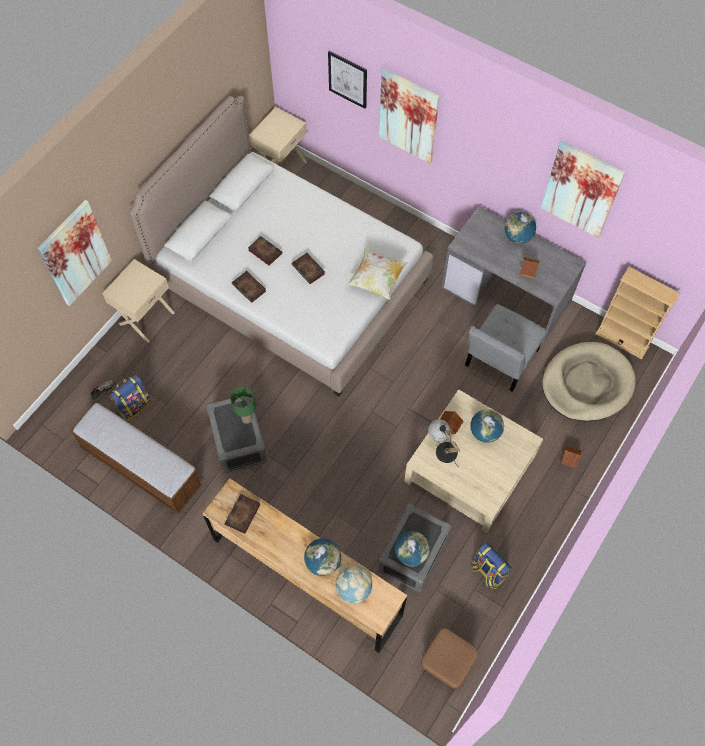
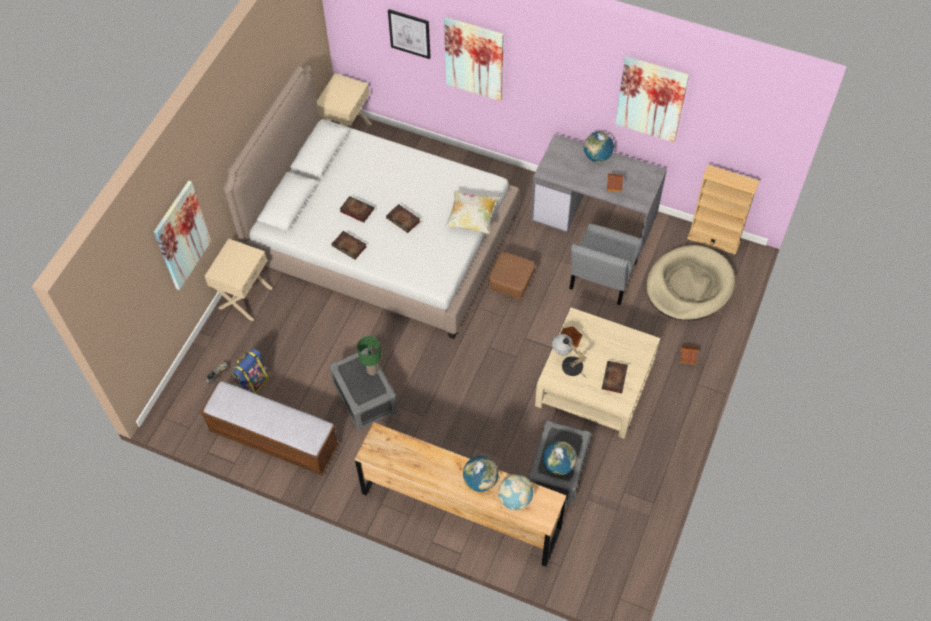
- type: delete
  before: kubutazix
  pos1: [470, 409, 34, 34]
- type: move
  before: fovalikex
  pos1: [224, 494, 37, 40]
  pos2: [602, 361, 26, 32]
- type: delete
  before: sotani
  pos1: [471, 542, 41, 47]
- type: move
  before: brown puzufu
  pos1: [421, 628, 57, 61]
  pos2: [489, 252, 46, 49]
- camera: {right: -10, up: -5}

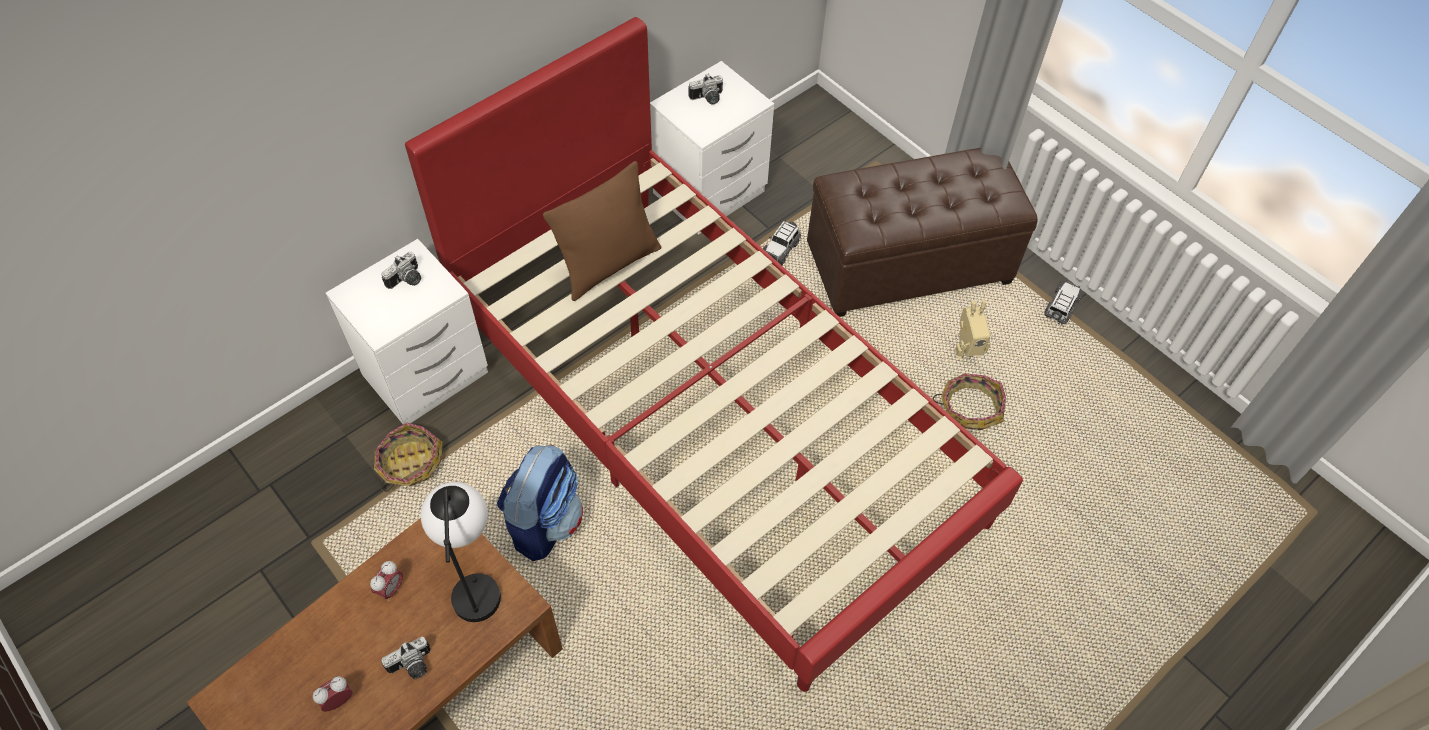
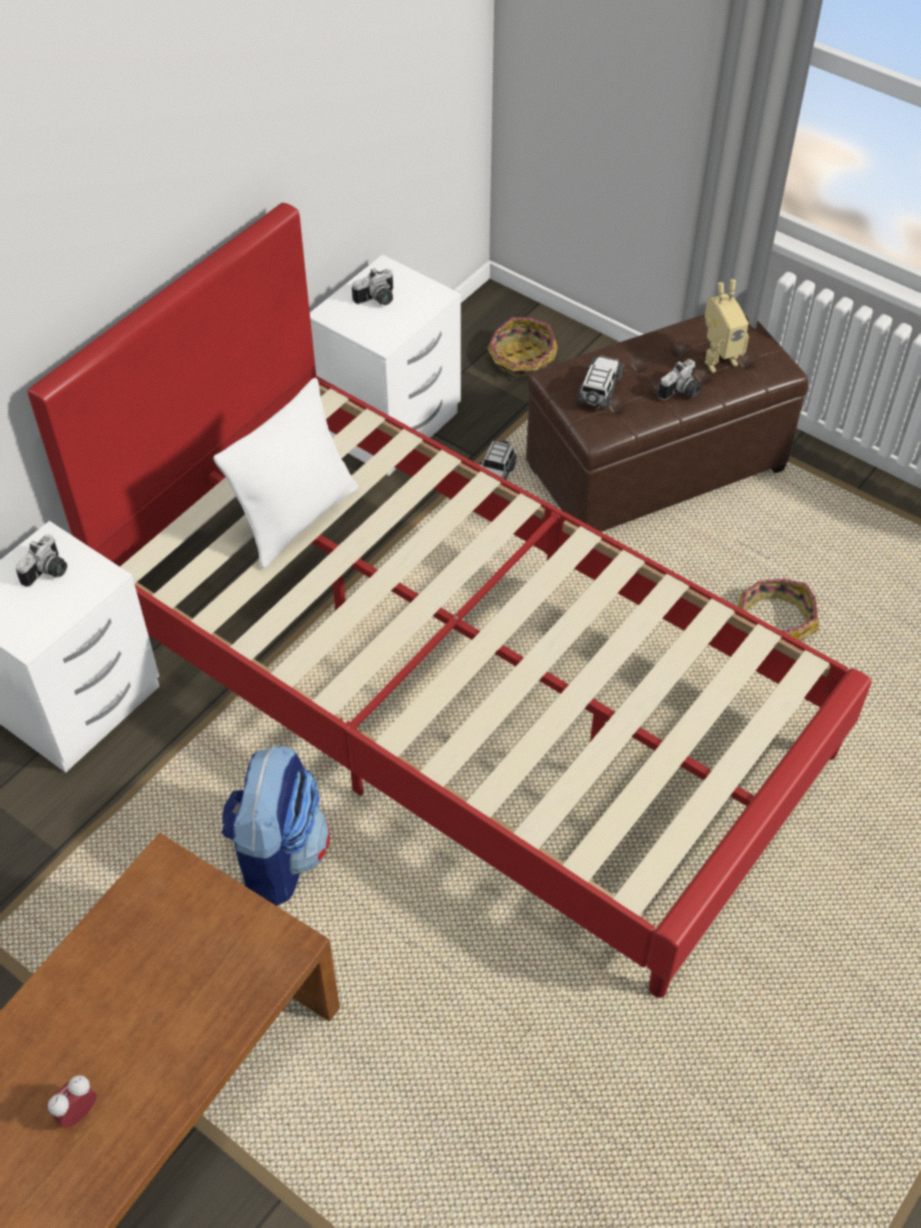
- type: recolor
  before: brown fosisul
  after: white fosisul
  pos1: [543, 161, 118, 140]
  pos2: [214, 378, 144, 191]
- type: move
  before: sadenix
  pos1: [1044, 281, 40, 43]
  pos2: [578, 355, 46, 54]
- type: move
  before: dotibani
  pos1: [955, 300, 35, 59]
  pos2: [705, 279, 44, 94]
- type: move
  before: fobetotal
  pos1: [374, 422, 69, 70]
  pos2: [487, 317, 71, 64]
- type: delete
  before: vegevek
  pos1: [421, 482, 80, 140]
- type: delete
  before: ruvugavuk
  pos1: [370, 561, 33, 40]
- type: move
  before: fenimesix
  pos1: [381, 637, 49, 42]
  pos2: [658, 359, 44, 41]
- camera: {right: -10, up: -5}

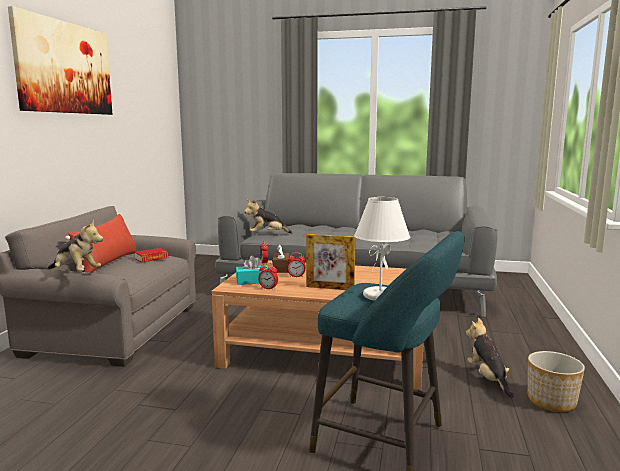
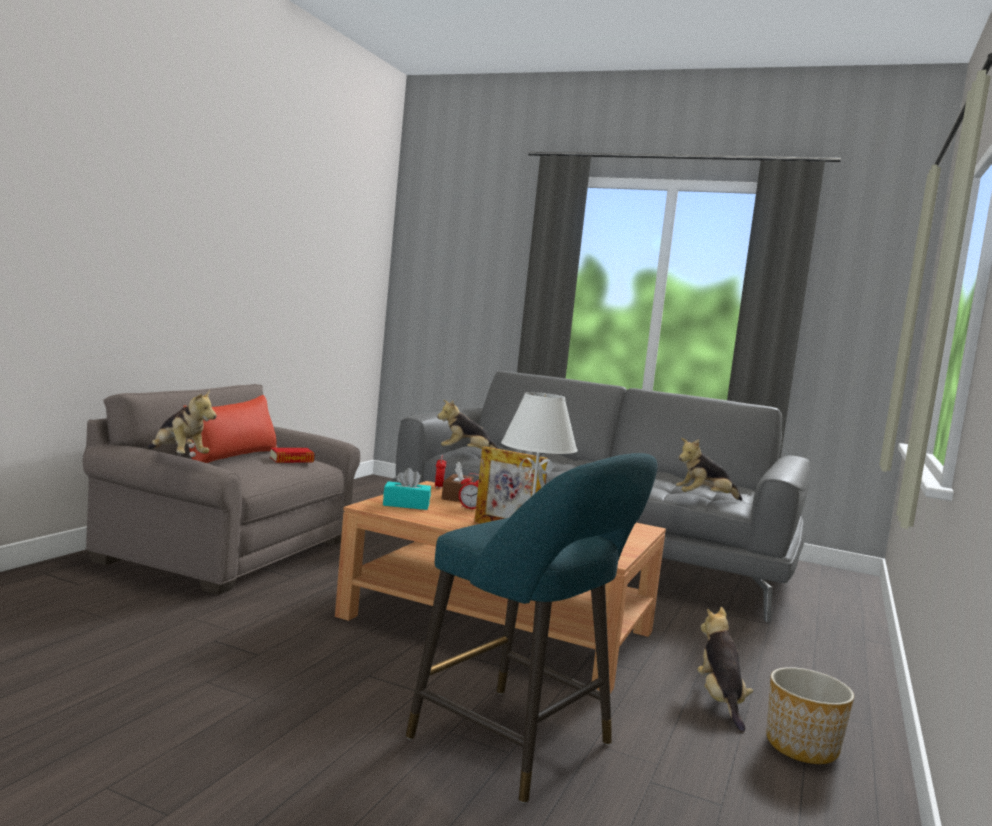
- type: delete
  before: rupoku
  pos1: [8, 6, 104, 109]
- type: delete
  before: ruvugavuk
  pos1: [258, 262, 20, 28]
- type: insert
  after: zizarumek
  pos2: [676, 438, 66, 63]
- camera: {right: 10, up: -5}

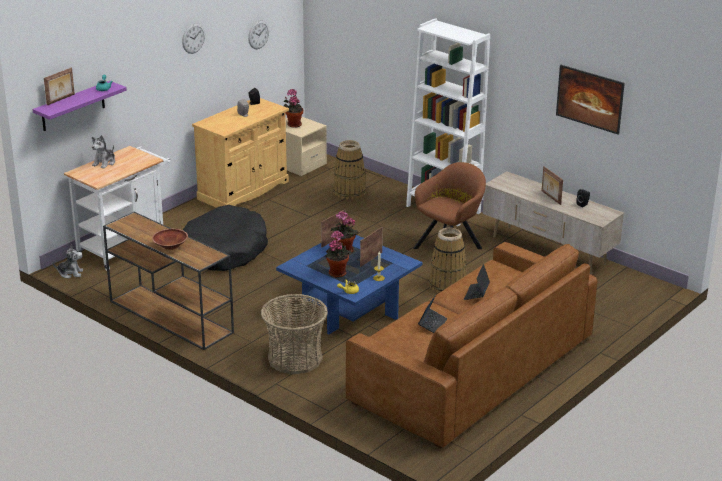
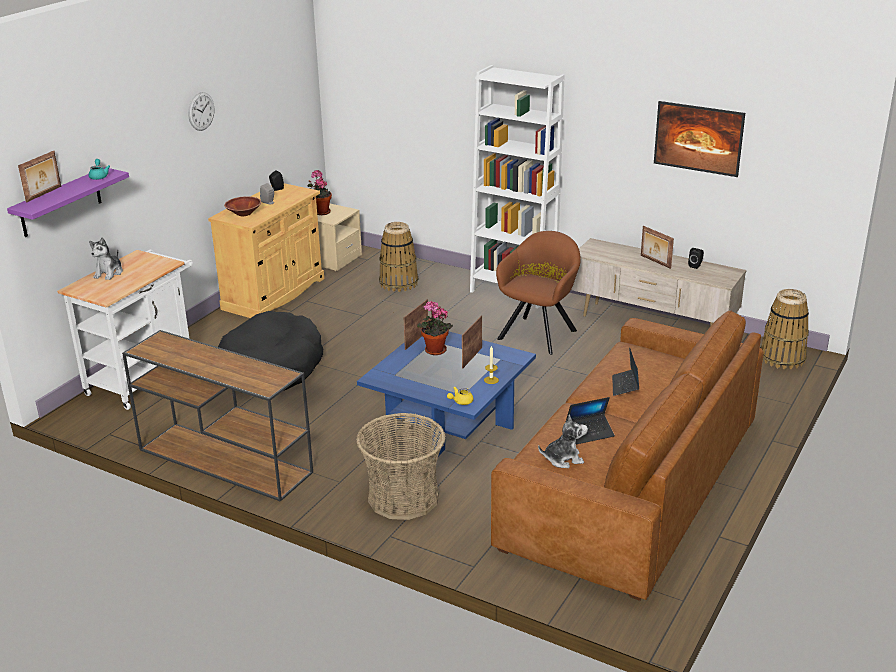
- type: delete
  before: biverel
  pos1: [248, 20, 21, 29]
- type: move
  before: fobetotal
  pos1: [429, 228, 37, 65]
  pos2: [761, 289, 48, 80]
- type: move
  before: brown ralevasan
  pos1: [152, 229, 36, 21]
  pos2: [224, 196, 37, 20]
- type: delete
  before: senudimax
  pos1: [325, 231, 26, 47]
- type: move
  before: zizarumek
  pos1: [53, 245, 30, 34]
  pos2: [538, 414, 50, 54]
- type: rotate
  before: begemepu
  pos1: [418, 293, 29, 40]
  pos2: [565, 397, 50, 47]
  turn: 60
- camera: {right: -10, up: 0}

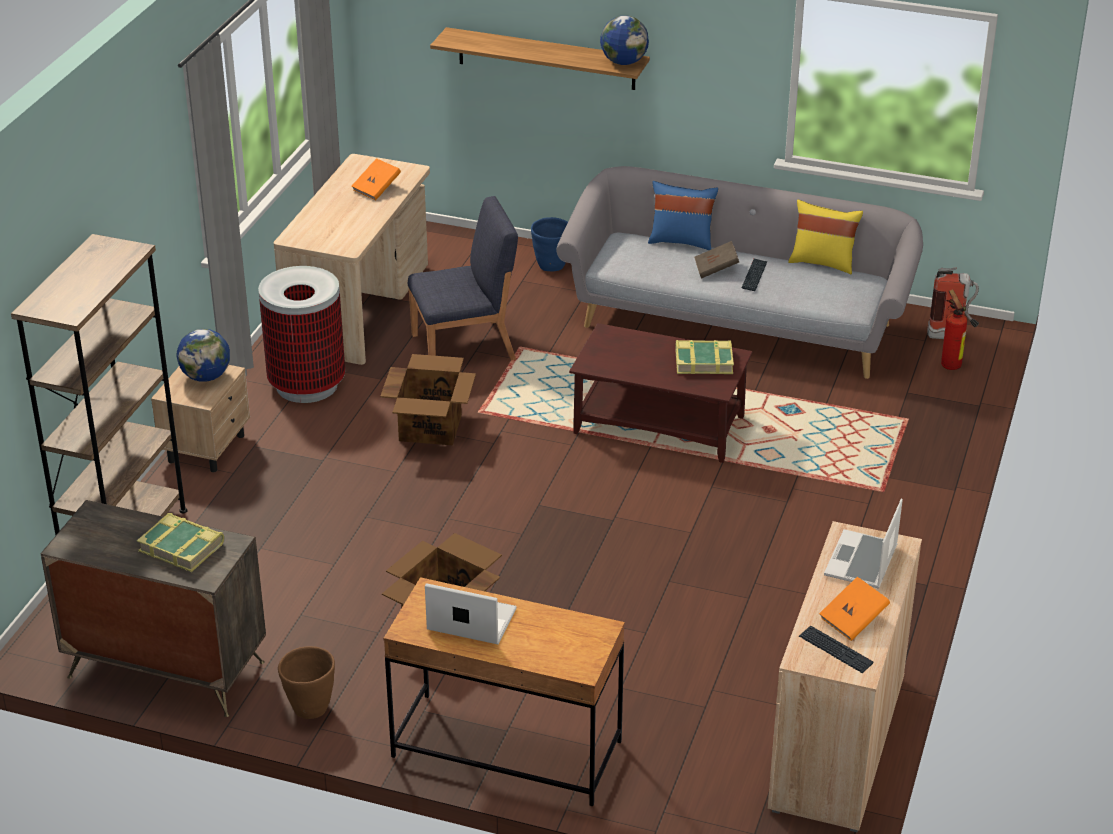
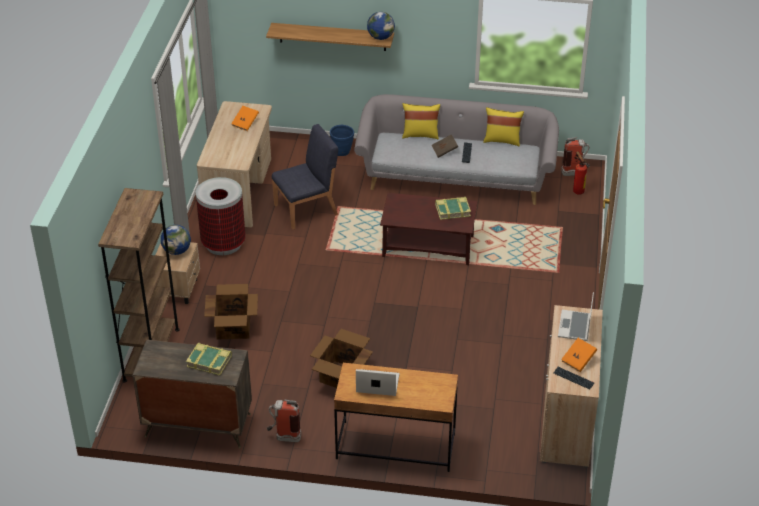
- type: recolor
  before: blue fosisul
  after: yellow fosisul
  pos1: [648, 181, 70, 69]
  pos2: [402, 103, 38, 36]
- type: move
  before: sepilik
  pos1: [380, 354, 96, 91]
  pos2: [204, 284, 54, 55]
- type: replace
  before: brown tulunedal
  after: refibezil
  pos1: [278, 646, 57, 73]
  pos2: [267, 399, 34, 43]
- camera: {right: -10, up: 5}

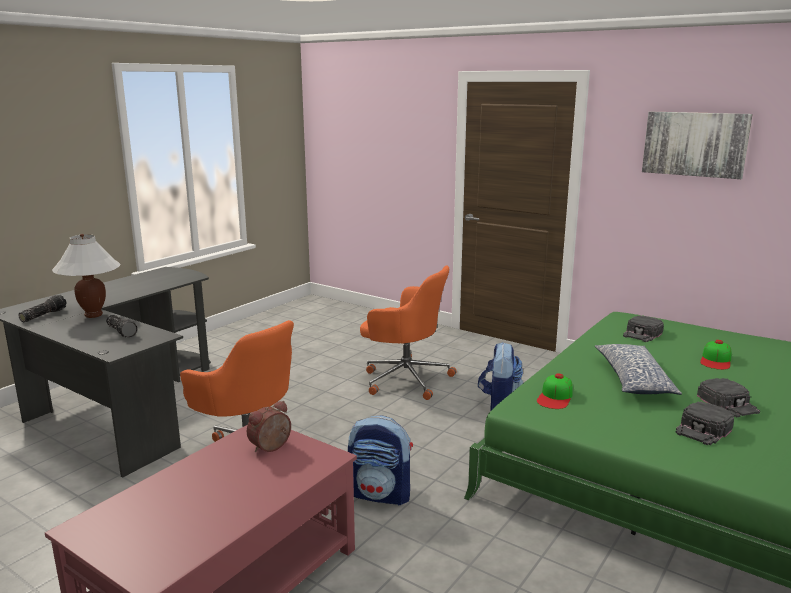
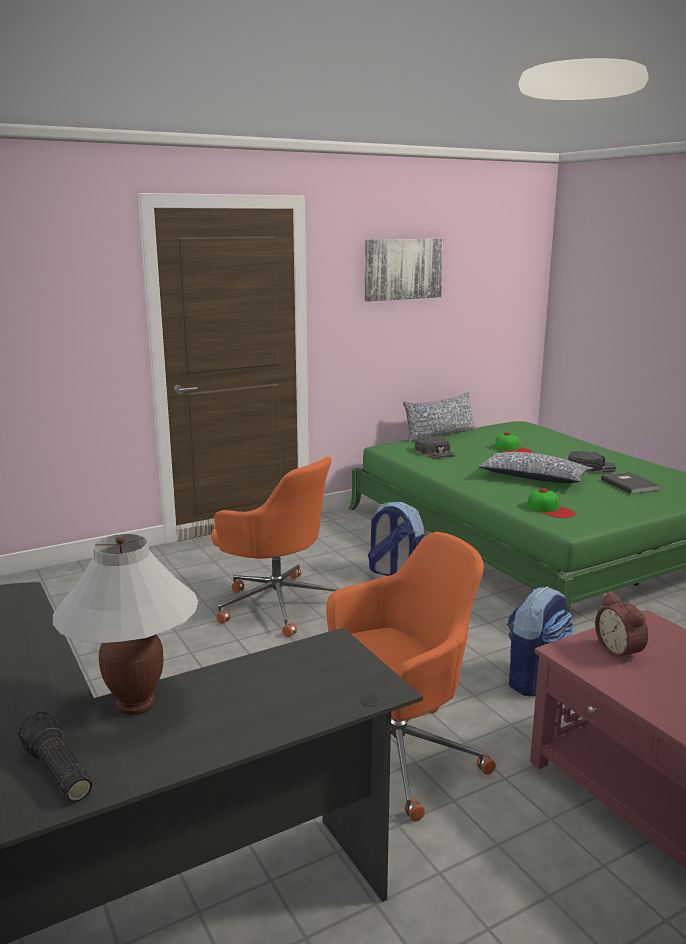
- type: rotate
  before: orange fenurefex
  pos1: [360, 266, 97, 134]
  pos2: [211, 456, 127, 181]
  turn: 75
- type: delete
  before: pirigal
  pos1: [106, 315, 32, 22]
- type: replace
  before: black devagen
  after: grey fovalikex
  pos1: [675, 402, 59, 43]
  pos2: [601, 472, 59, 22]
- type: insert
  after: fosisul
  pos2: [403, 392, 74, 50]
- camera: {right: -65, up: 0}

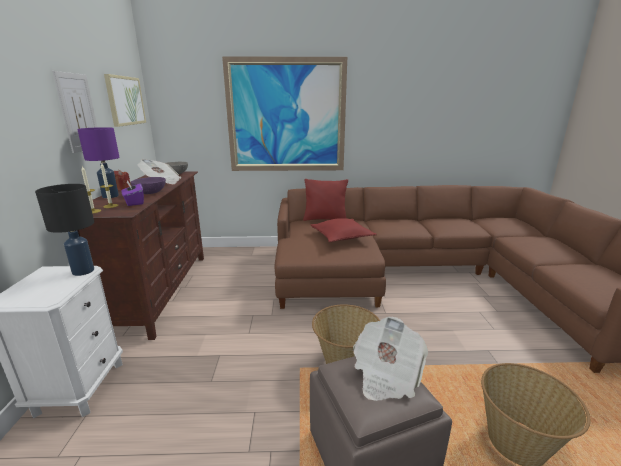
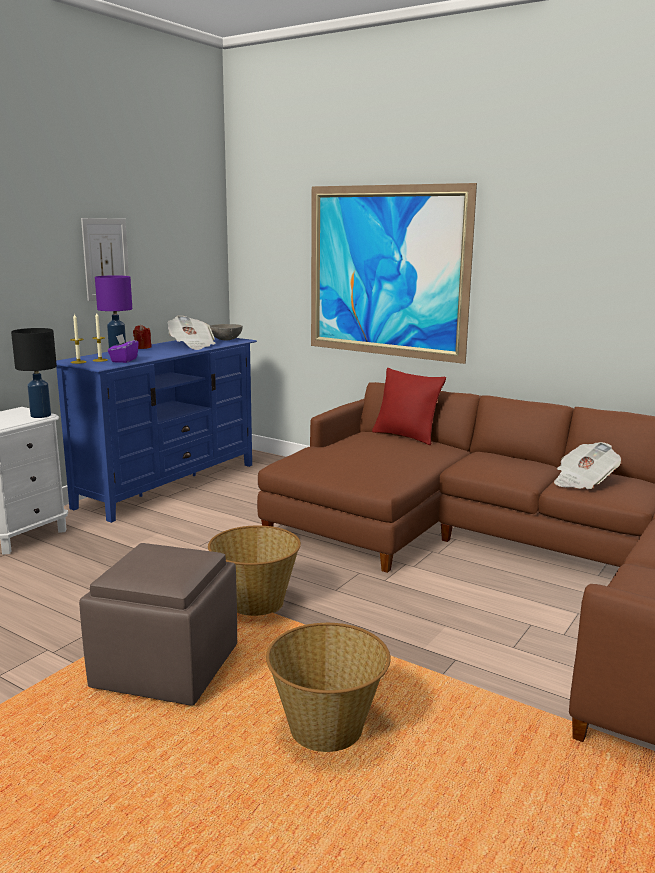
- type: delete
  before: rupoku
  pos1: [104, 74, 42, 53]
- type: recolor
  before: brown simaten
  after: blue simaten
  pos1: [77, 172, 127, 168]
  pos2: [56, 337, 201, 186]
- type: delete
  before: purple ralevasan
  pos1: [131, 177, 35, 17]
- type: delete
  before: red fosisul
  pos1: [310, 218, 66, 24]
- type: move
  before: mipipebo
  pos1: [353, 316, 75, 85]
  pos2: [554, 442, 67, 47]
- camera: {right: 35, up: -5}

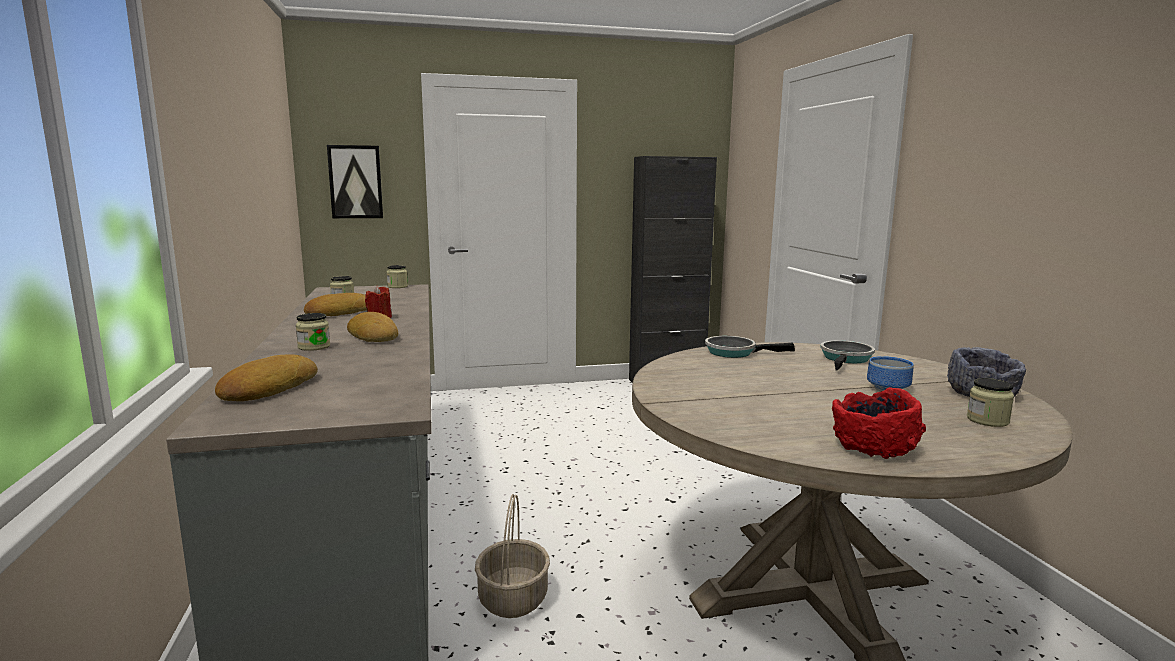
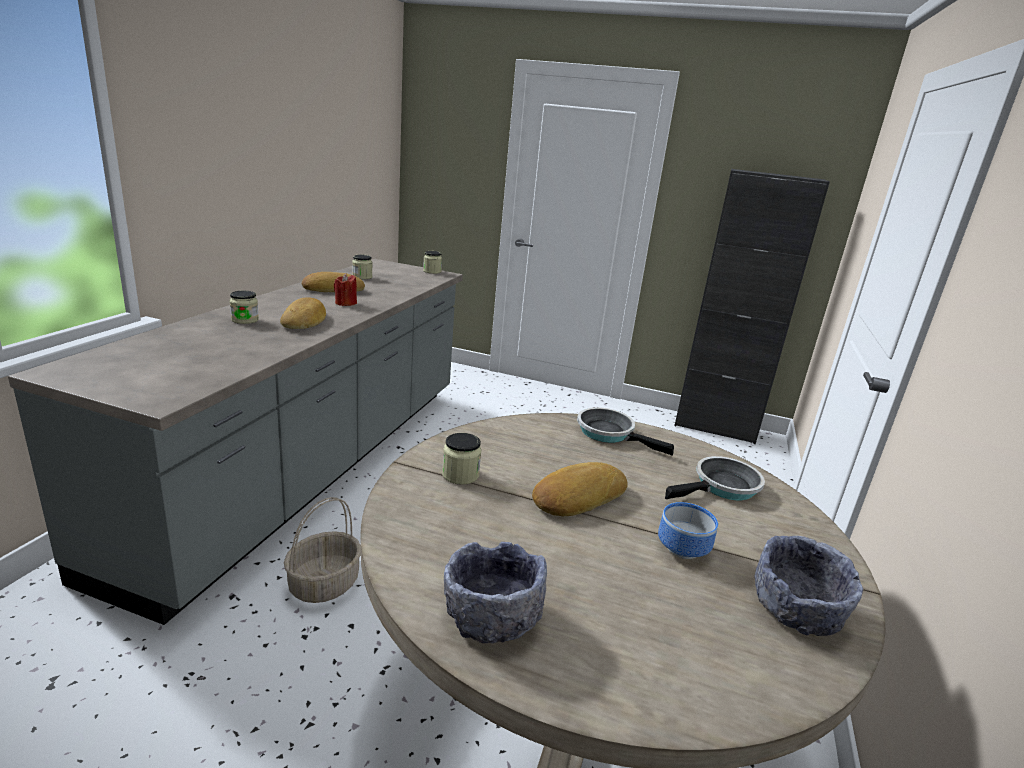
- type: delete
  before: rupoku
  pos1: [327, 145, 56, 73]
- type: move
  before: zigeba
  pos1: [215, 354, 103, 47]
  pos2: [532, 462, 96, 54]
- type: move
  before: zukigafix
  pos1: [967, 378, 47, 49]
  pos2: [442, 433, 40, 52]
- type: recolor
  before: red ralevasan
  after: grey ralevasan
  pos1: [832, 387, 94, 72]
  pos2: [444, 542, 103, 102]
- camera: {right: 30, up: 10}

